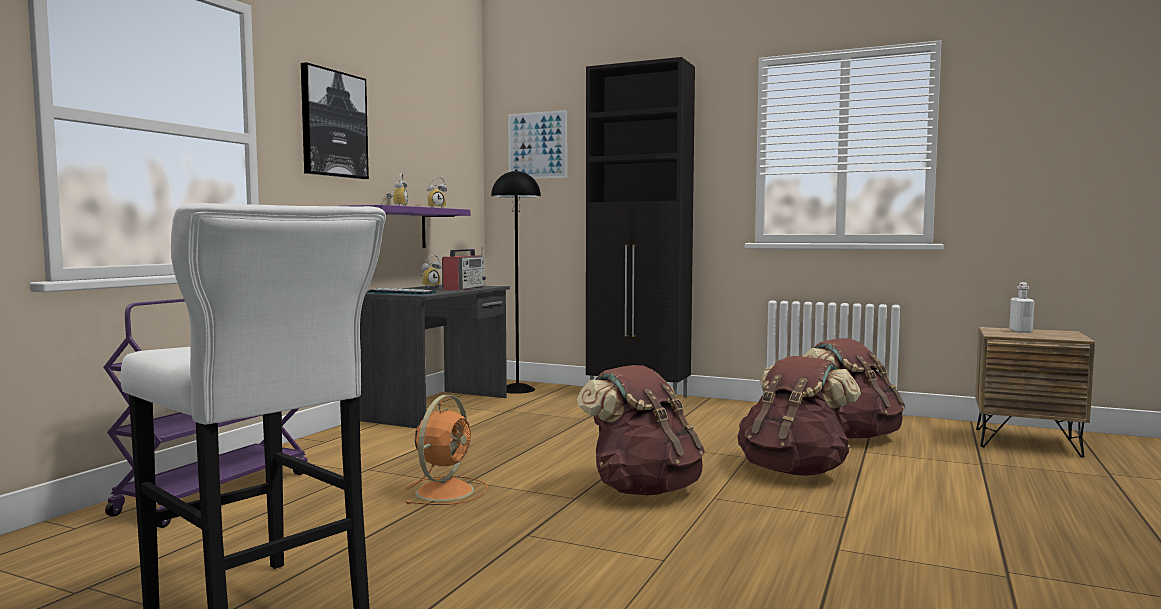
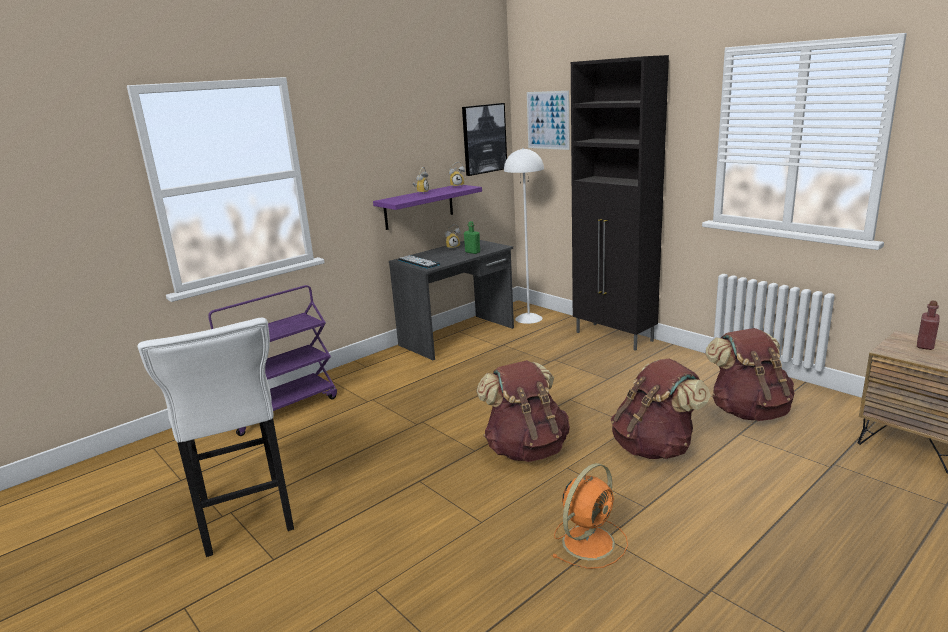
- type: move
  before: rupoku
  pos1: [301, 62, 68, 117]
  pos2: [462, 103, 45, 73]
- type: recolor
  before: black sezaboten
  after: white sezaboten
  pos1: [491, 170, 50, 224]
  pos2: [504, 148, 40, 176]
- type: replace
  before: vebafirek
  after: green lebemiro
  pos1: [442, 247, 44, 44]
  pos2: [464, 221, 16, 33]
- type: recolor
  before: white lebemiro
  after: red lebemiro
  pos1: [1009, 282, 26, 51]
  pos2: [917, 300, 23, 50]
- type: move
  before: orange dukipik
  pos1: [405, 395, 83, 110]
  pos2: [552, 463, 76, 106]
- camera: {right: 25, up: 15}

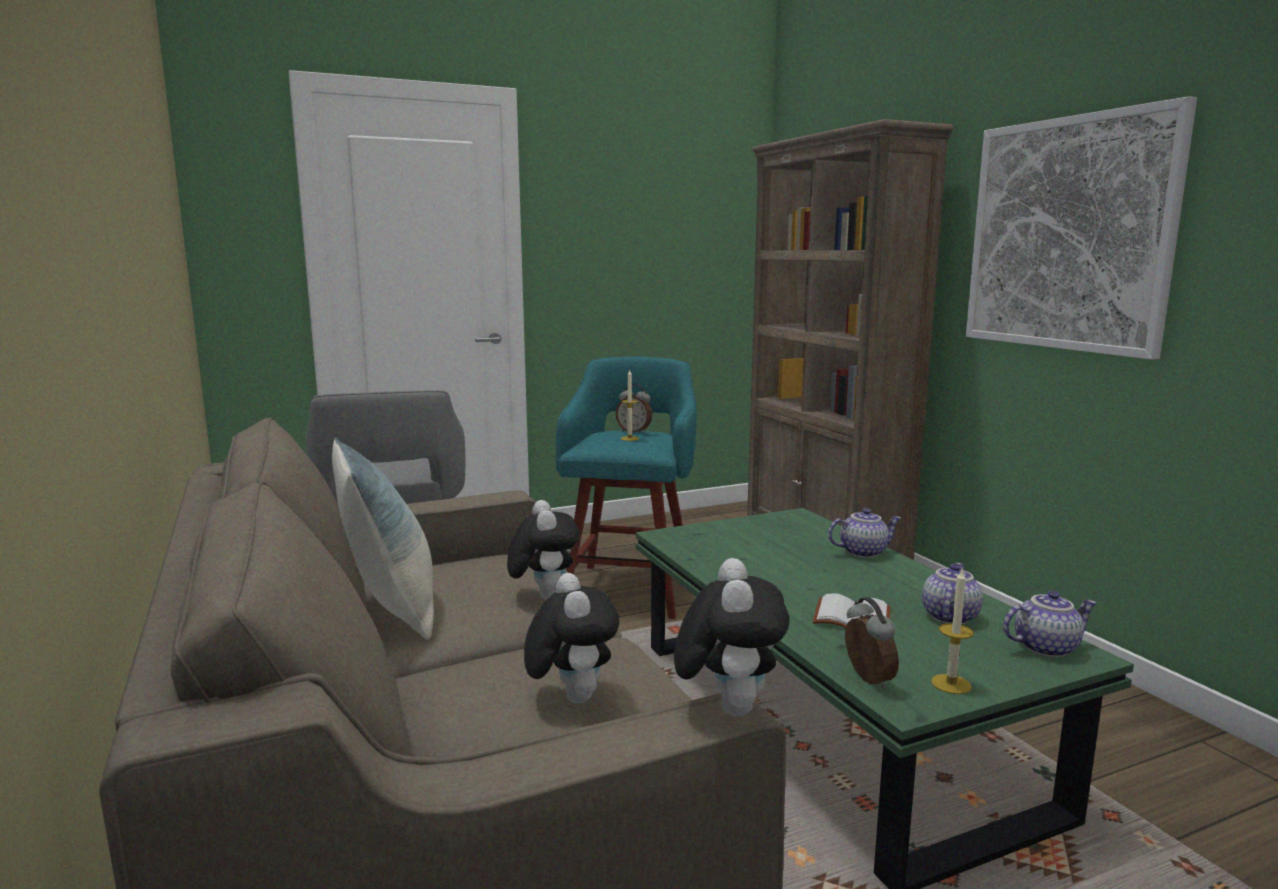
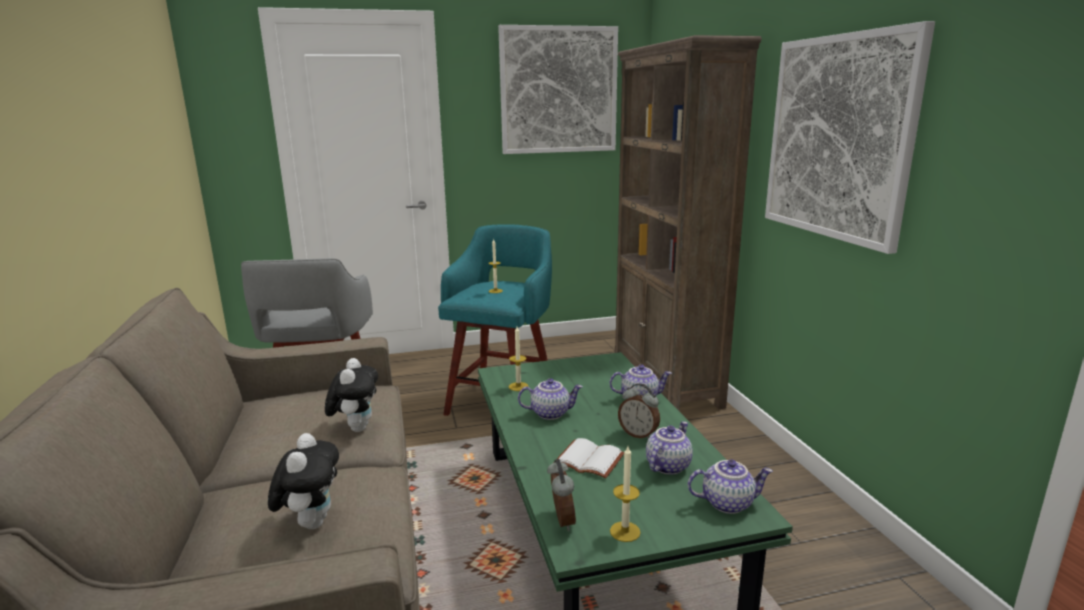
- type: move
  before: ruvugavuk
  pos1: [616, 384, 36, 50]
  pos2: [618, 383, 42, 56]
- type: delete
  before: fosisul
  pos1: [332, 438, 102, 202]
- type: delete
  before: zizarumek
  pos1: [674, 558, 116, 158]
- type: insert
  after: rupoku
  pos2: [498, 25, 120, 129]
- type: insert
  after: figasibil
  pos2: [509, 327, 20, 64]
- type: insert
  after: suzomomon
  pos2: [518, 378, 65, 42]
- camera: {right: 10, up: 5}

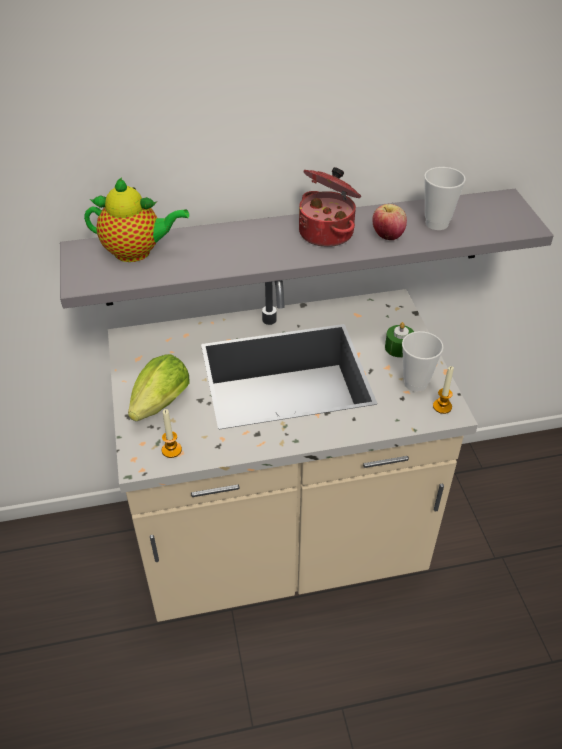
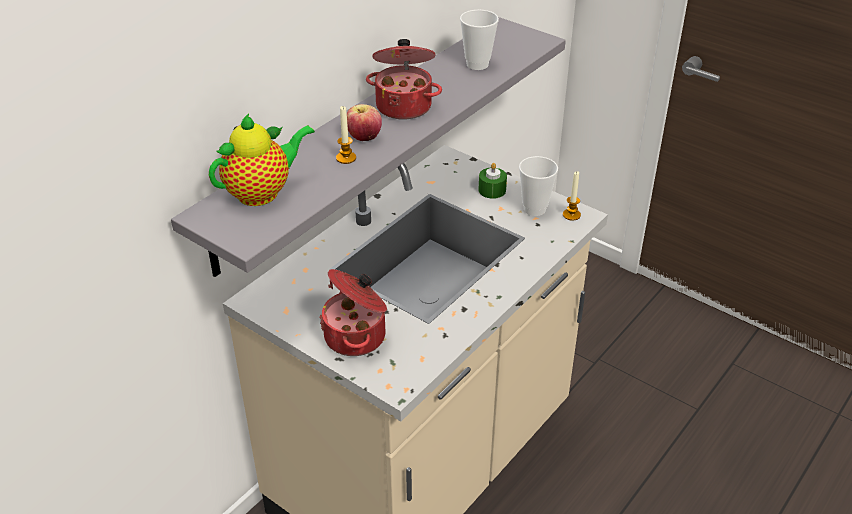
- type: move
  before: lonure
  pos1: [372, 204, 35, 36]
  pos2: [347, 104, 35, 37]
- type: replace
  before: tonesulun
  after: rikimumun
  pos1: [128, 354, 61, 67]
  pos2: [319, 269, 68, 87]
- type: move
  before: figasibil
  pos1: [162, 409, 20, 49]
  pos2: [336, 106, 20, 58]
- camera: {right: -40, up: -5}

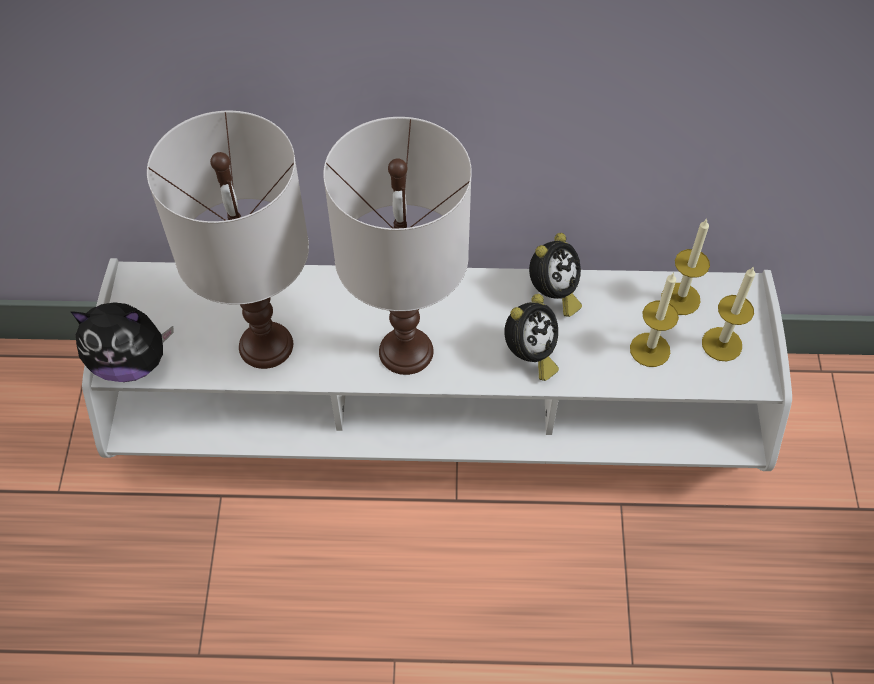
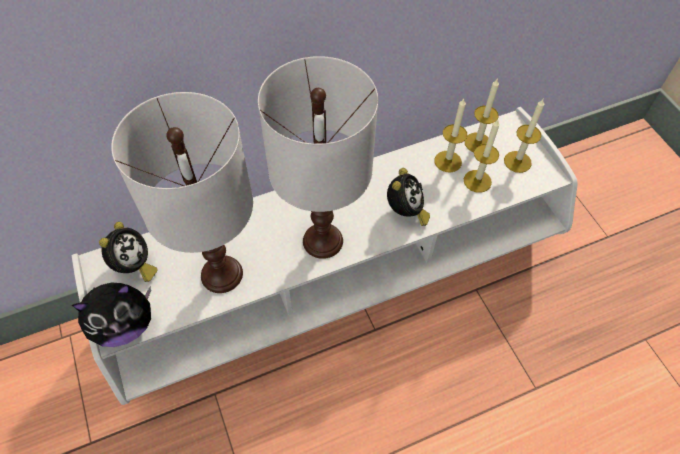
- type: move
  before: ruvugavuk
  pos1: [529, 233, 53, 84]
  pos2: [99, 222, 59, 60]
- type: insert
  after: figasibil
  pos2: [435, 99, 32, 74]
- camera: {right: -25, up: 0}

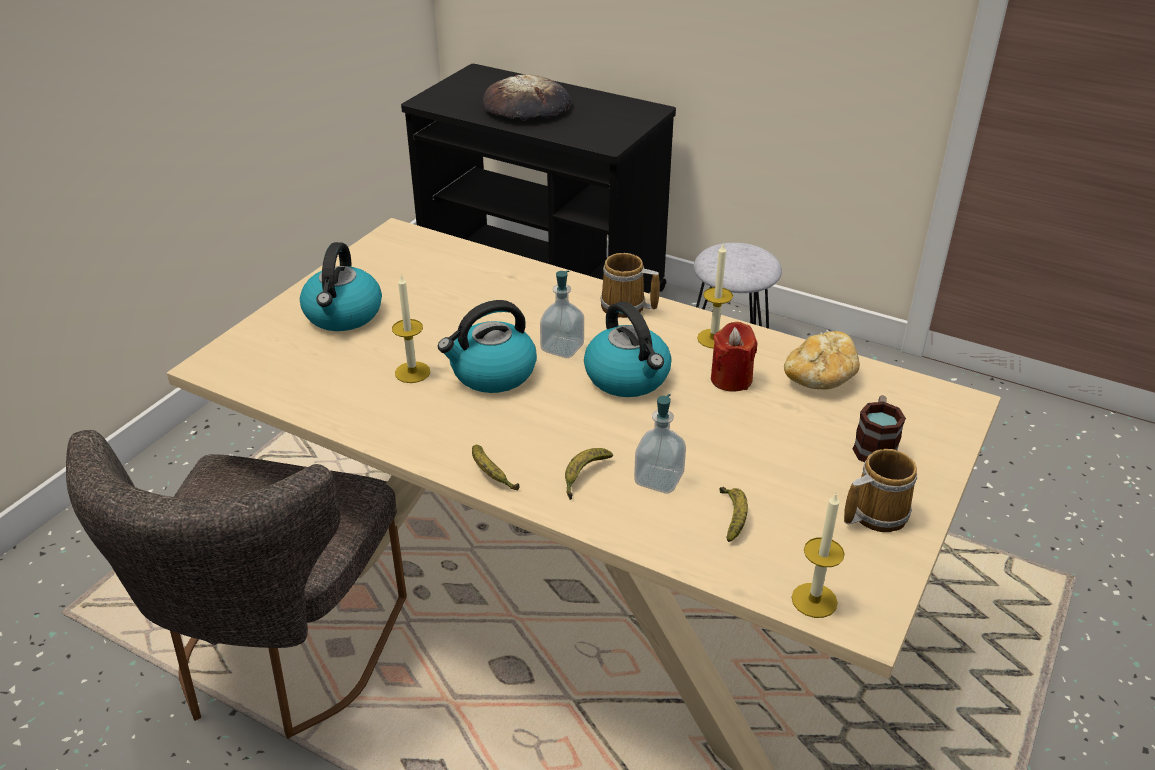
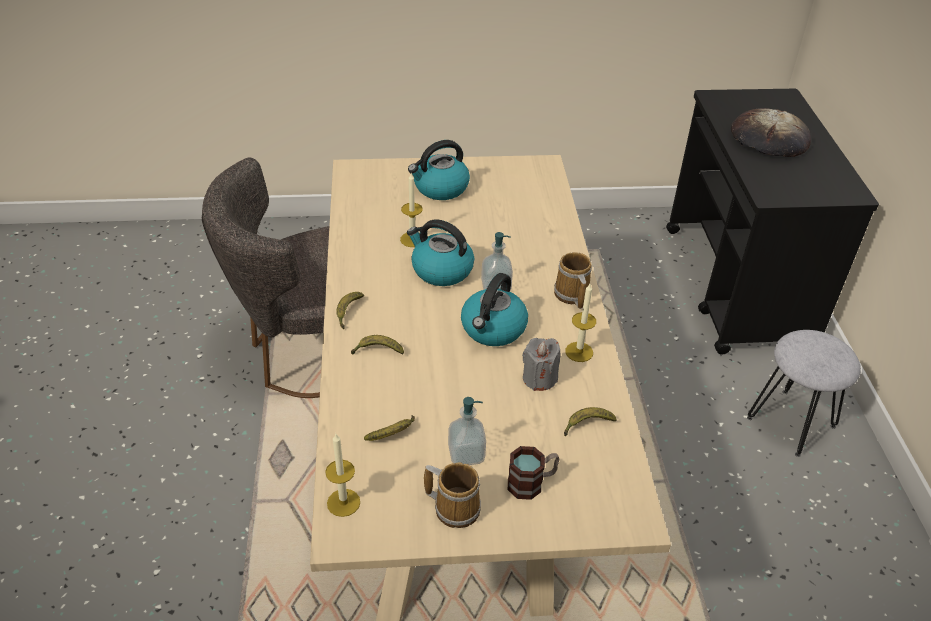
- type: recolor
  before: red figasibil
  after: grey figasibil
  pos1: [711, 322, 46, 70]
  pos2: [522, 338, 38, 53]
- type: replace
  before: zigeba
  after: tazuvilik
  pos1: [784, 331, 76, 58]
  pos2: [564, 407, 53, 29]
- type: move
  before: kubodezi
  pos1: [634, 394, 52, 100]
  pos2: [448, 397, 38, 68]
- camera: {right: 55, up: 5}

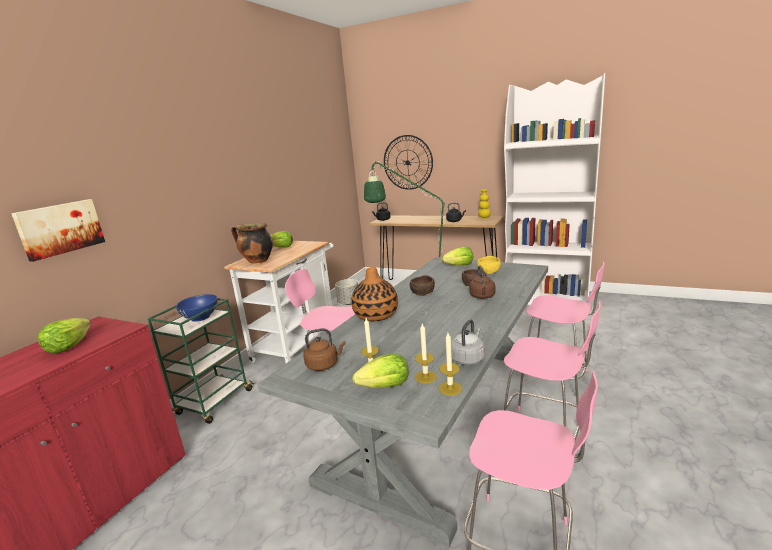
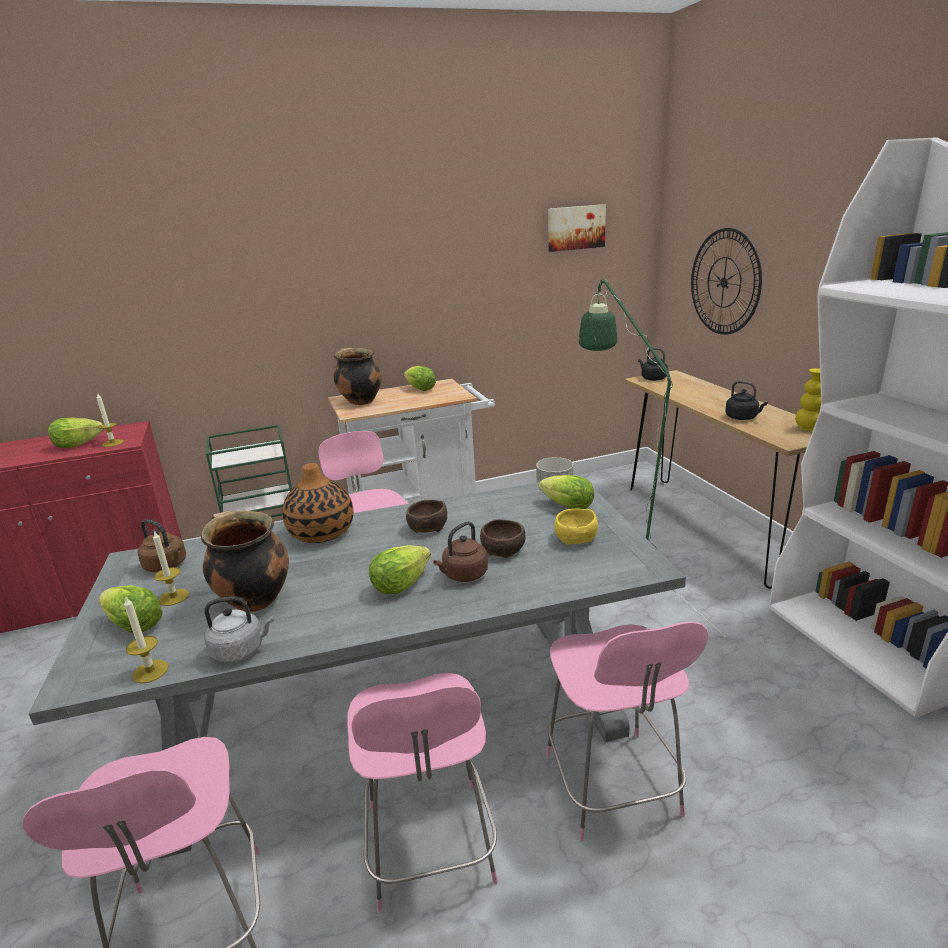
- type: move
  before: rupoku
  pos1: [11, 199, 94, 63]
  pos2: [548, 204, 58, 48]
- type: delete
  before: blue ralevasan
  pos1: [175, 294, 43, 28]
- type: move
  before: figasibil
  pos1: [415, 324, 22, 60]
  pos2: [97, 394, 27, 53]
- type: insert
  after: rikimumun
  pos2: [201, 511, 88, 101]
- type: insert
  after: tonesulun
  pos2: [369, 545, 62, 49]
- camera: {right: 45, up: 5}

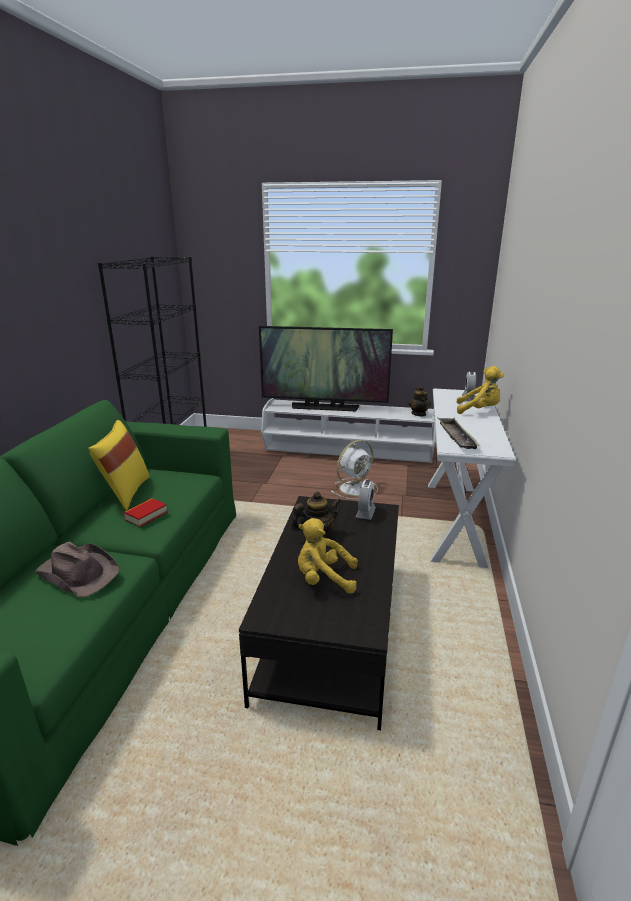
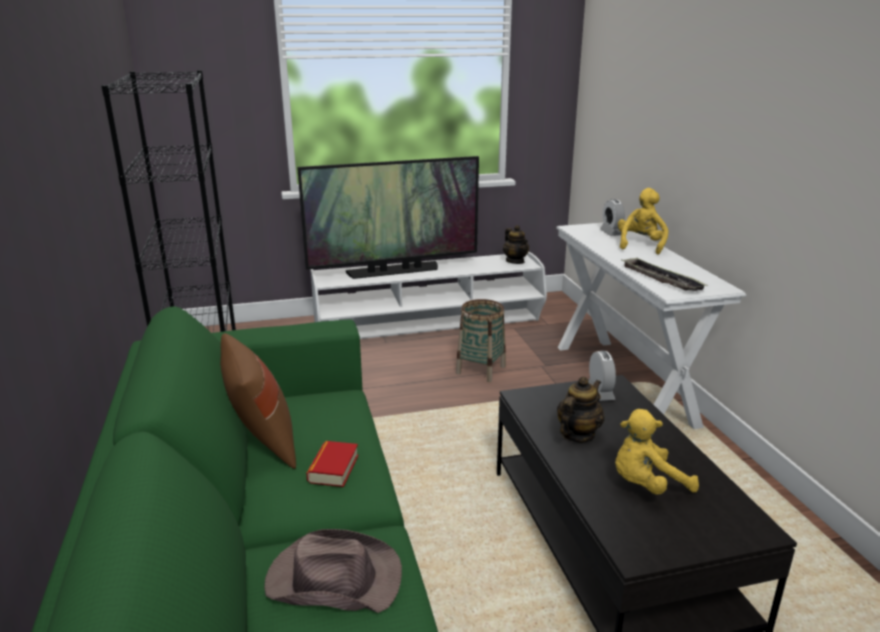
- type: rotate
  before: yellow zizarumek
  pos1: [457, 366, 47, 48]
  pos2: [618, 188, 50, 66]
  turn: -60
- type: recolor
  before: yellow fosisul
  after: brown fosisul
  pos1: [88, 420, 62, 90]
  pos2: [220, 333, 76, 136]
- type: replace
  before: white dukipik
  after: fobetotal
  pos1: [331, 440, 47, 59]
  pos2: [456, 299, 50, 83]
- camera: {right: -25, up: 0}

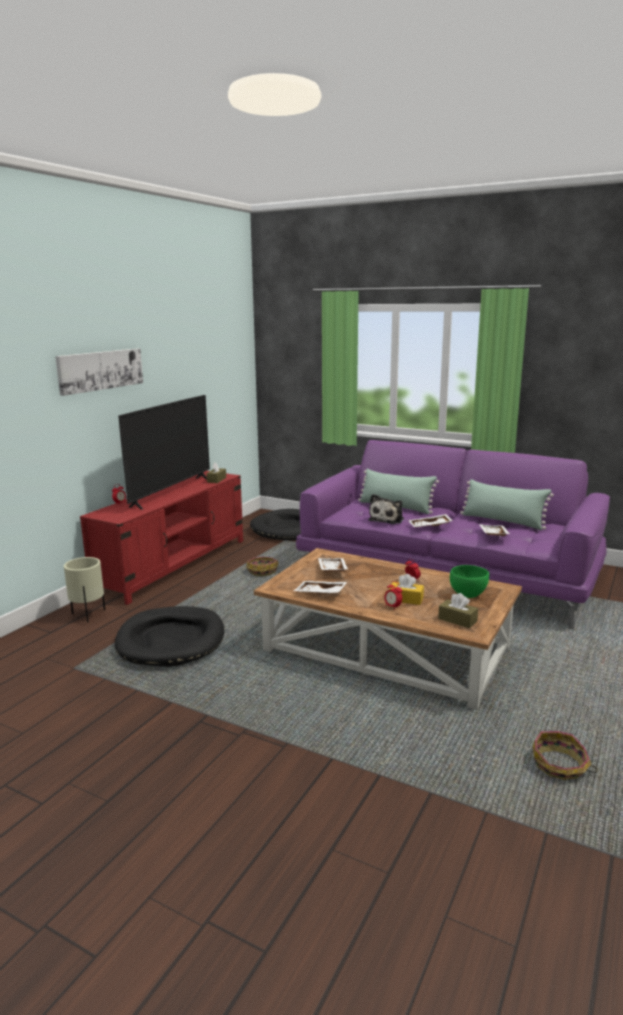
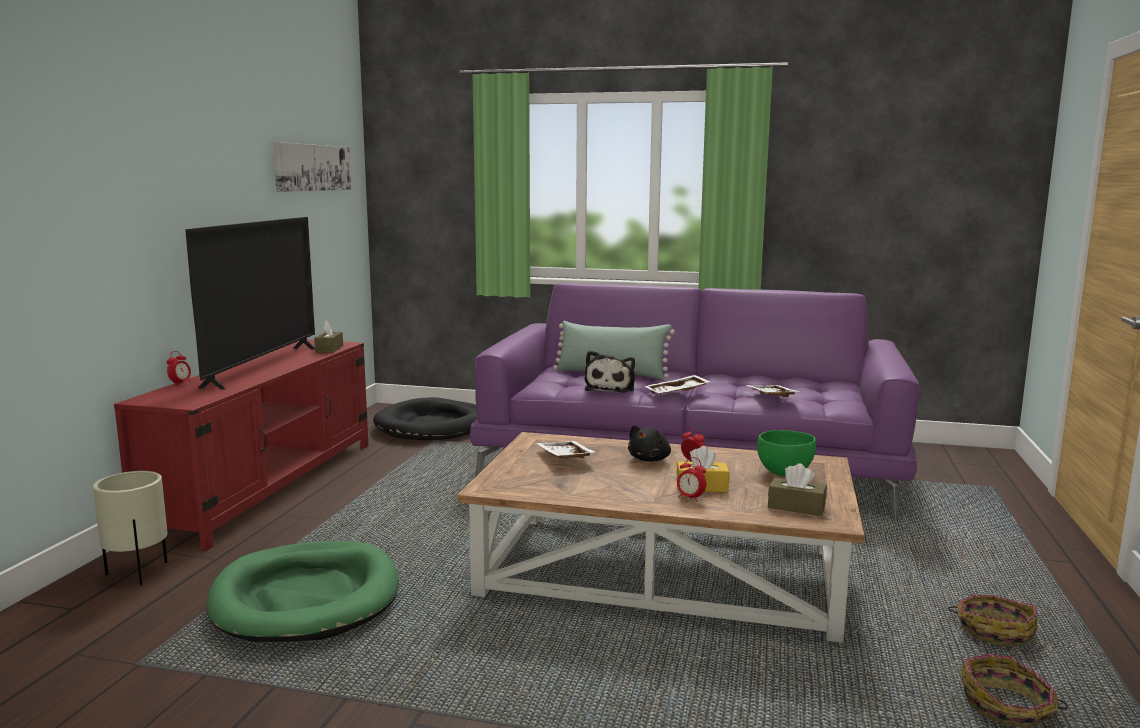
- type: move
  before: rupoku
  pos1: [55, 348, 88, 48]
  pos2: [273, 142, 78, 50]
- type: delete
  before: green fosisul
  pos1: [460, 479, 94, 51]
- type: move
  before: fobetotal
  pos1: [246, 557, 33, 19]
  pos2: [948, 595, 89, 52]
- type: delete
  before: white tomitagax
  pos1: [294, 581, 54, 14]
- type: recolor
  before: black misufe
  after: green misufe
  pos1: [115, 606, 109, 61]
  pos2: [207, 541, 192, 101]
- type: insert
  after: black zizarumek
  pos2: [628, 425, 43, 36]
- camera: {right: -15, up: -5}

